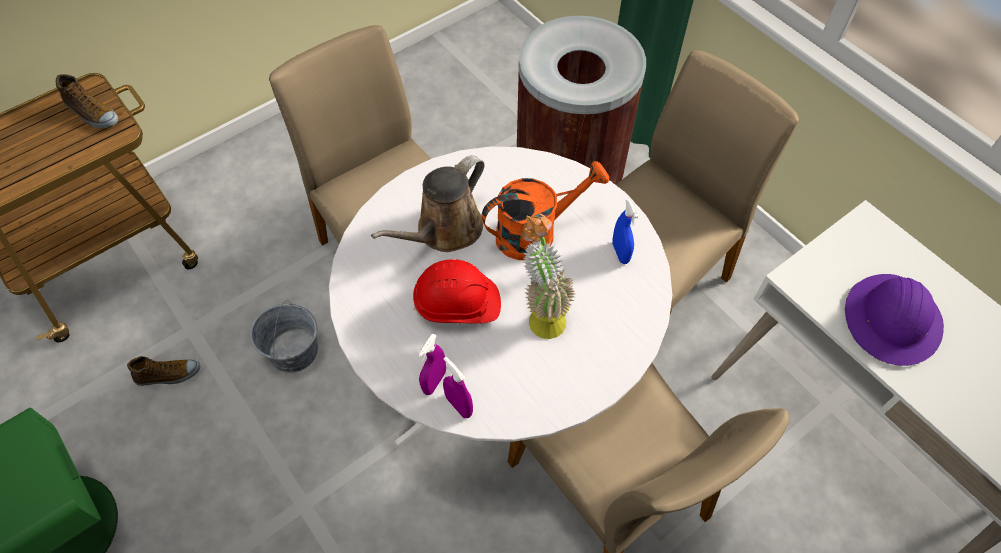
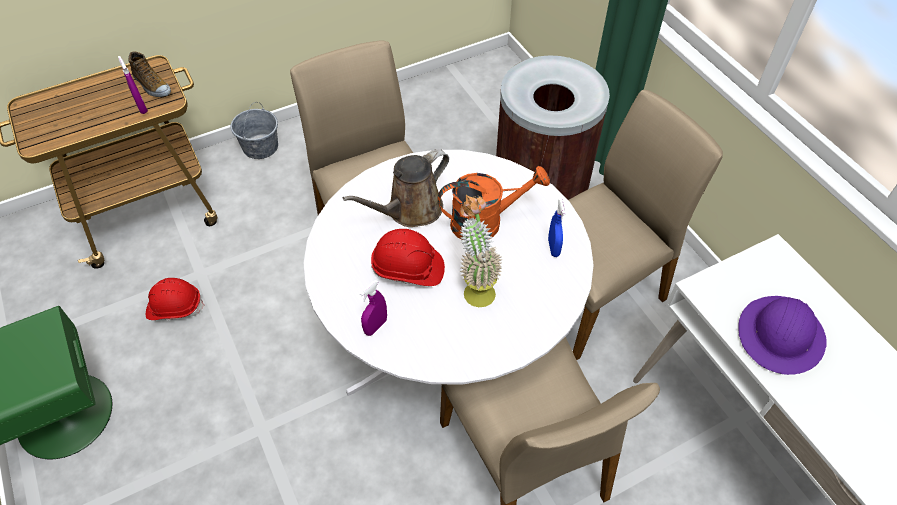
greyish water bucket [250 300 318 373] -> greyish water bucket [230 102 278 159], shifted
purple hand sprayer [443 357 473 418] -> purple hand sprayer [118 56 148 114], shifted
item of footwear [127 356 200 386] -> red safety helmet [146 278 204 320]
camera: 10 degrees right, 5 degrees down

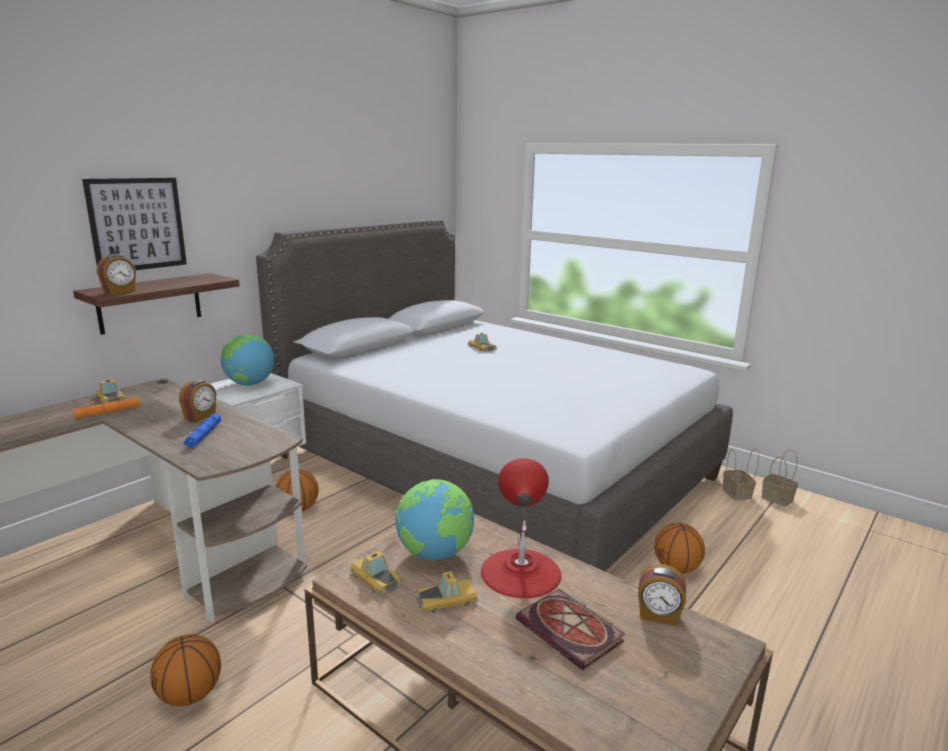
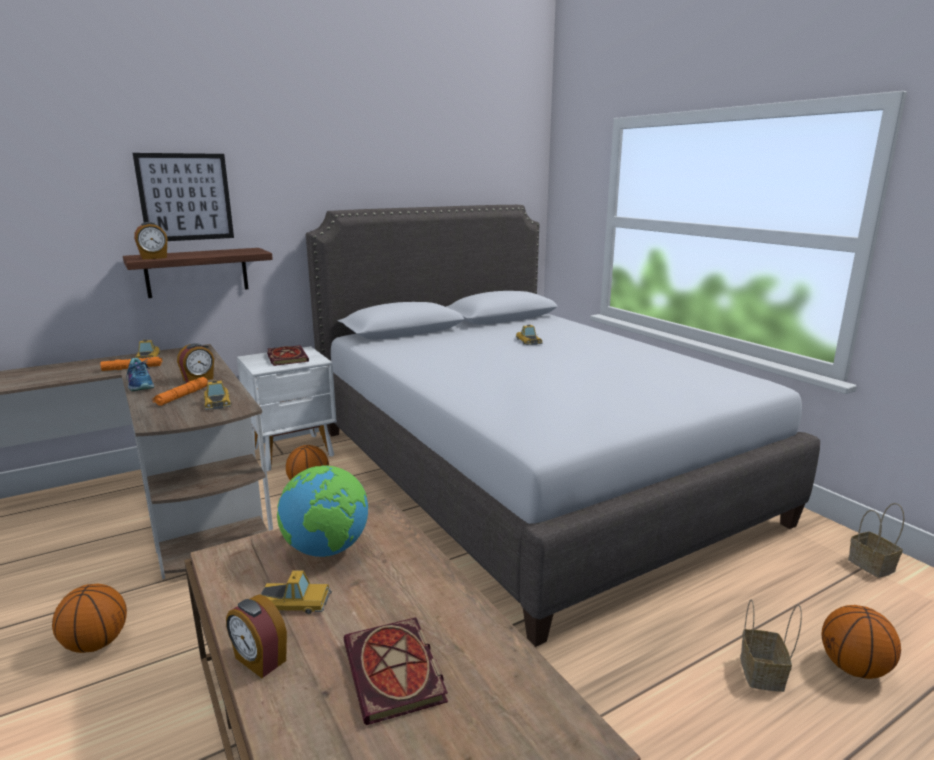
red lamp for a table [481 458 561 598] -> none
none -> item of footwear [126 358 154 391]
miniature car [349 551 404 596] -> miniature car [204 380 232 410], shifted
table clock [638 564 686 626] -> table clock [226 594 287 678], shifted
basketball ball [654 523 705 573] -> basketball ball [822 605 901 679], shifted
household basket [722 448 759 500] -> household basket [740 599 802 692], shifted
world globe [221 334 274 386] -> volume [267 345 309 366]
bluish torch [184 413 221 448] -> orange torch [153 377 208 406]
camera: 20 degrees right, 0 degrees up

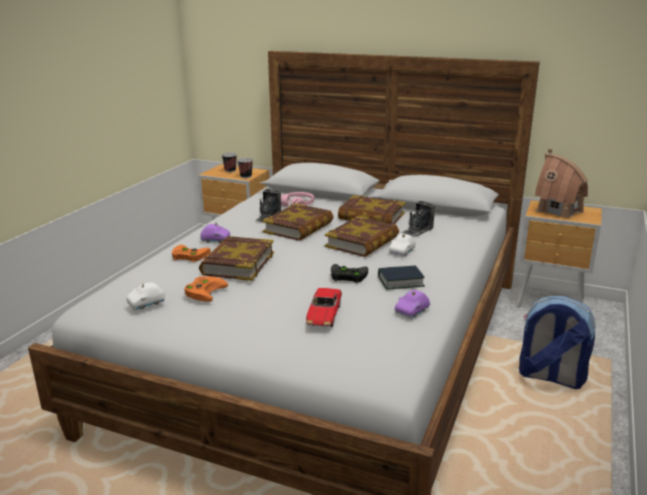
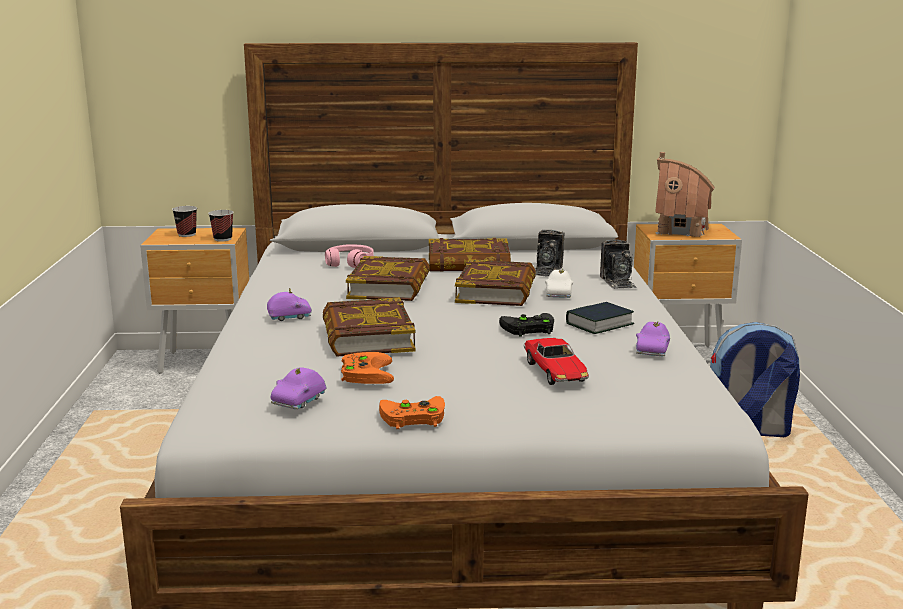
orange gamepad [172 245 211 263] -> orange gamepad [379 396 445 429], shifted
photo camera [256 189 281 222] -> photo camera [600 240 637 289], shifted
whitish miniature car [126 282 165 310] -> purple miniature car [271 367 327 409]
camera: 25 degrees left, 5 degrees down

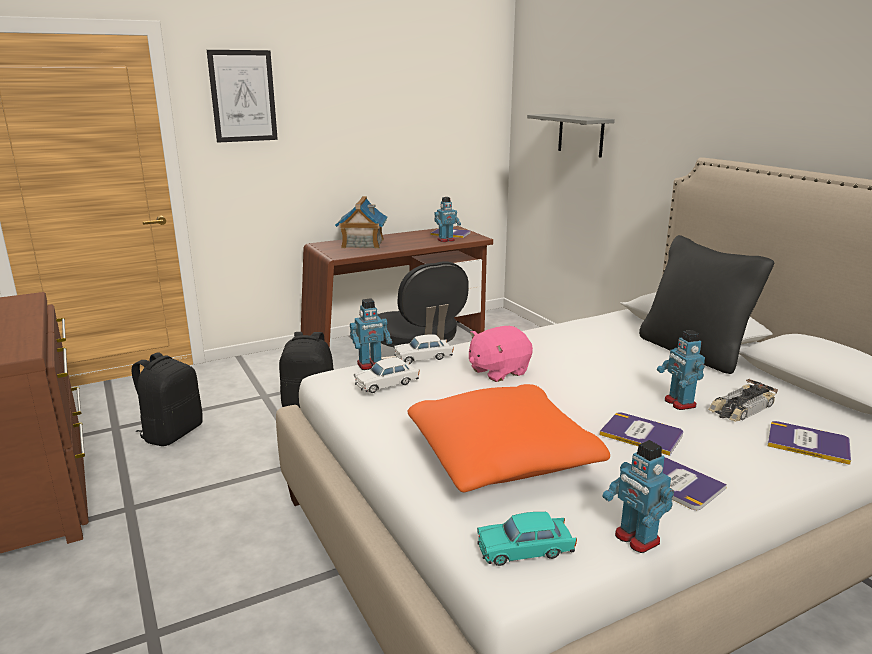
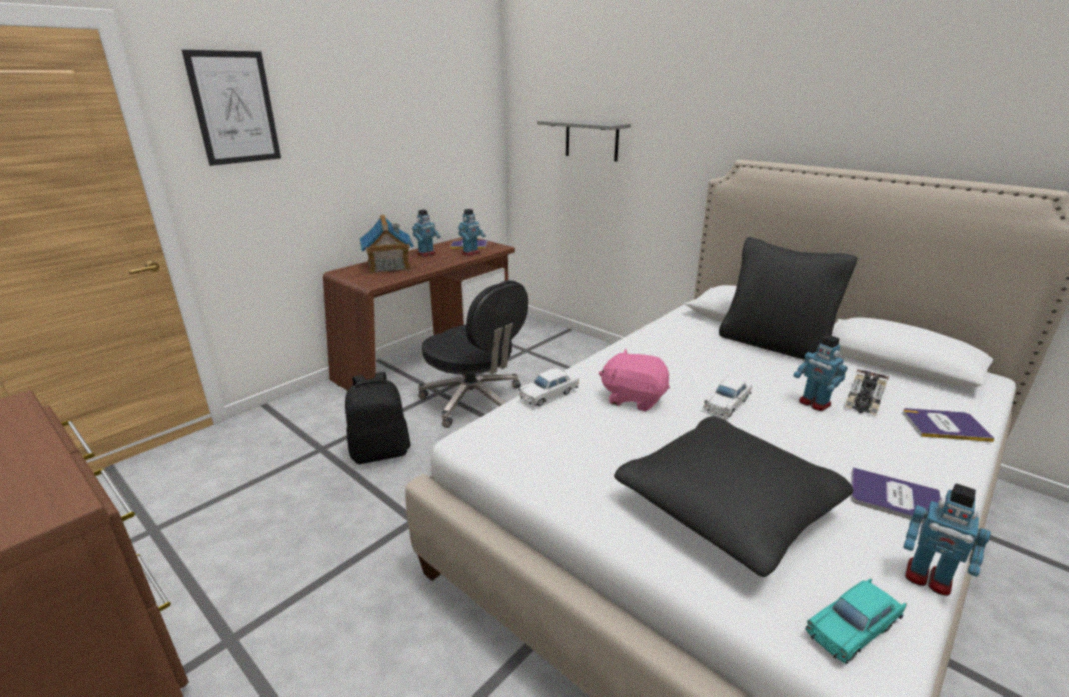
black-coloured rucksack [132 352 203 446] -> none
volume [599 412 683 456] -> none
model robot [350 298 392 370] -> model robot [412 210 441 257], shifted
whitish miniature car [354 358 419 393] -> whitish miniature car [703 376 752 417], shifted
orange pillow [407 384 610 492] -> black-coloured pillow [614 416 853 577]
pinkish soft toy [469 326 533 382] -> pinkish soft toy [599 349 670 411], 75 degrees clockwise
camera: 20 degrees left, 5 degrees up

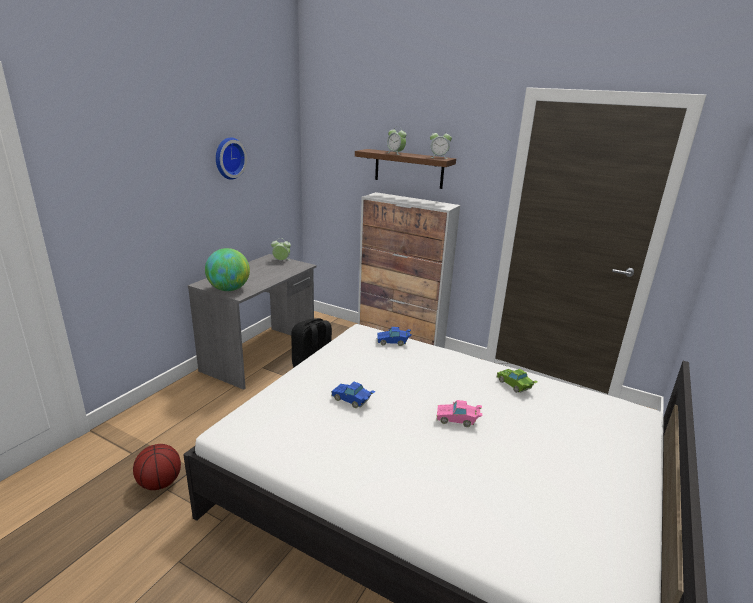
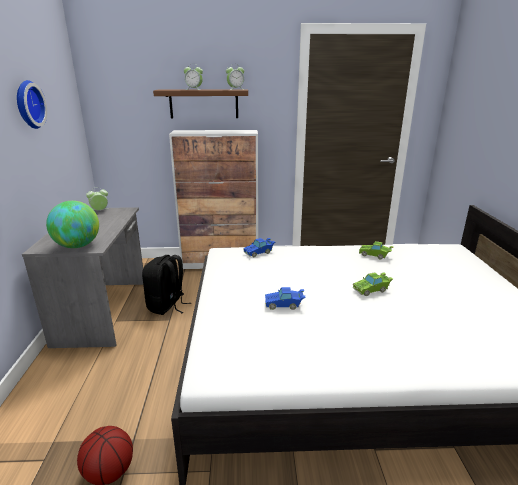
pinkish miniature car [437 400 482 427] -> green-coloured miniature car [353 272 393 296]
camera: 30 degrees left, 0 degrees up

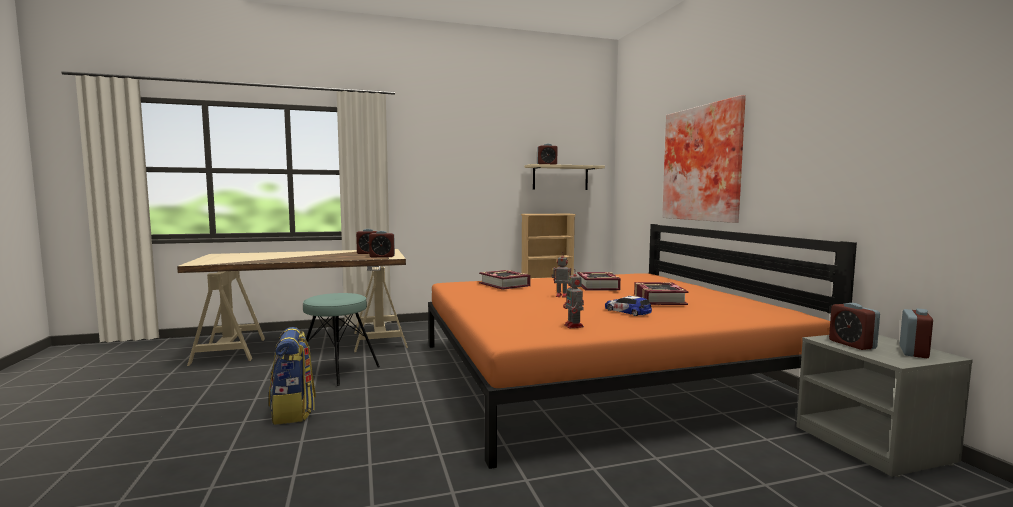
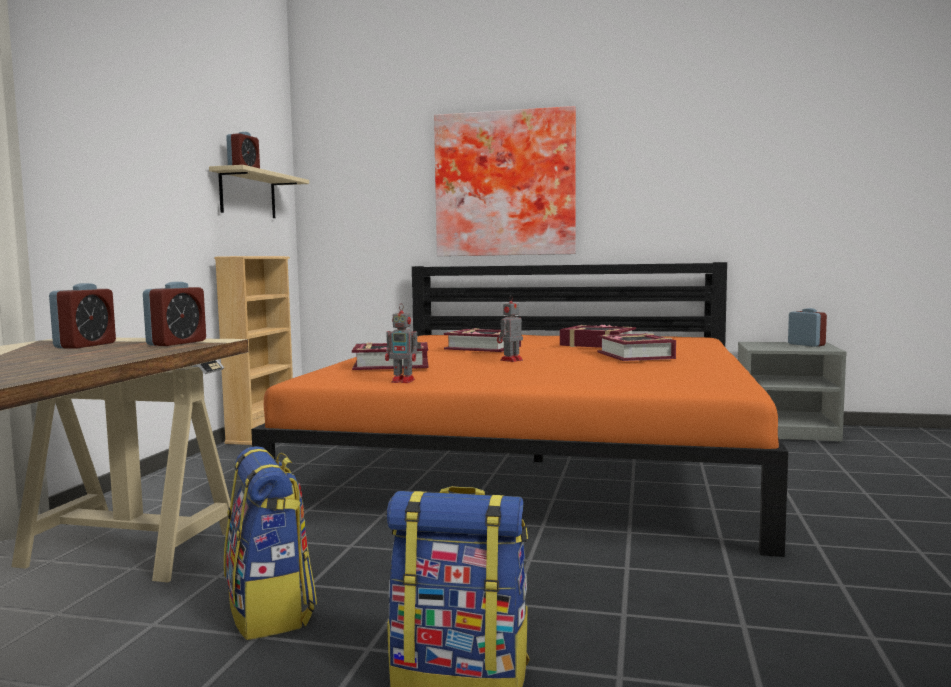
table clock [829 303 880 350] -> none
model robot [563 270 584 328] -> model robot [385 304 421 383], shifted
blue-green stool seat [303 293 380 386] -> rucksack [224 446 317 640]
miniature car [605 296 652 316] -> volume [597 333 676 361]
camera: 60 degrees left, 0 degrees up

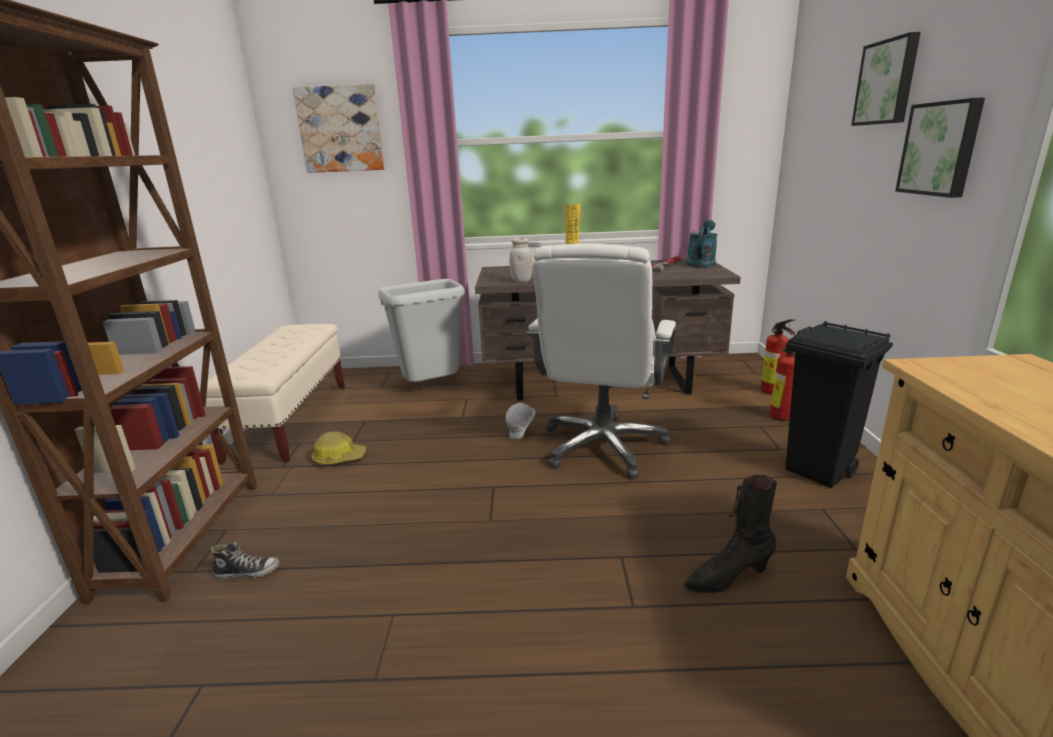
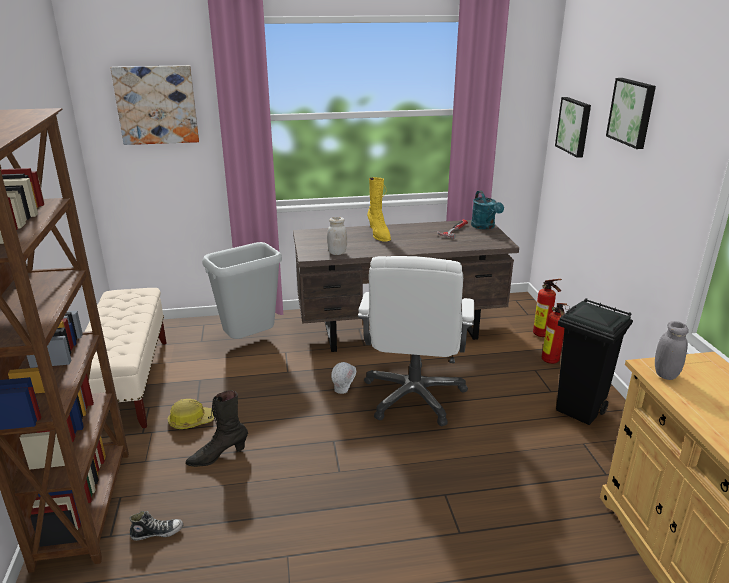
none -> greyish preserve jar [655 321 689 380]
black-coloured boot [683 475 777 593] -> black-coloured boot [186 390 248 467], shifted
picture [895 97 985 198] -> picture [555 97 591 158], shifted
blue-green watering can [687 220 718 267] -> blue-green watering can [471 191 504 230], 150 degrees clockwise
camera: 10 degrees left, 5 degrees up

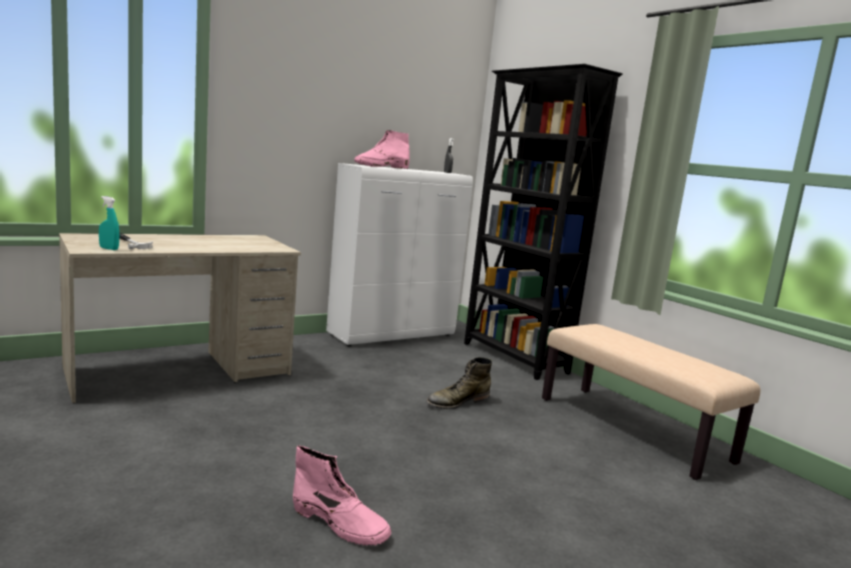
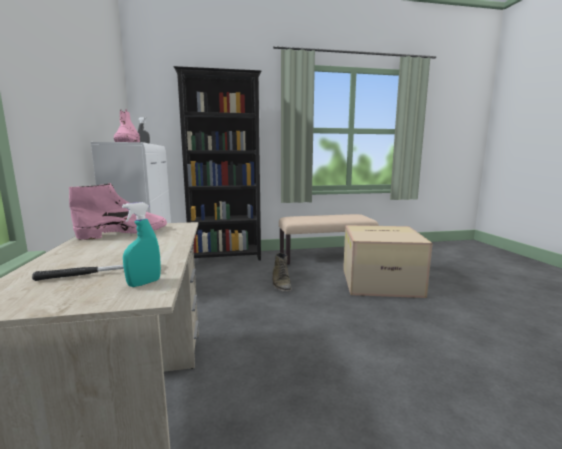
none -> packing box [343 225 433 298]
pinkish boot [293 446 391 546] -> pinkish boot [69 183 167 240], shifted
camera: 65 degrees left, 0 degrees up

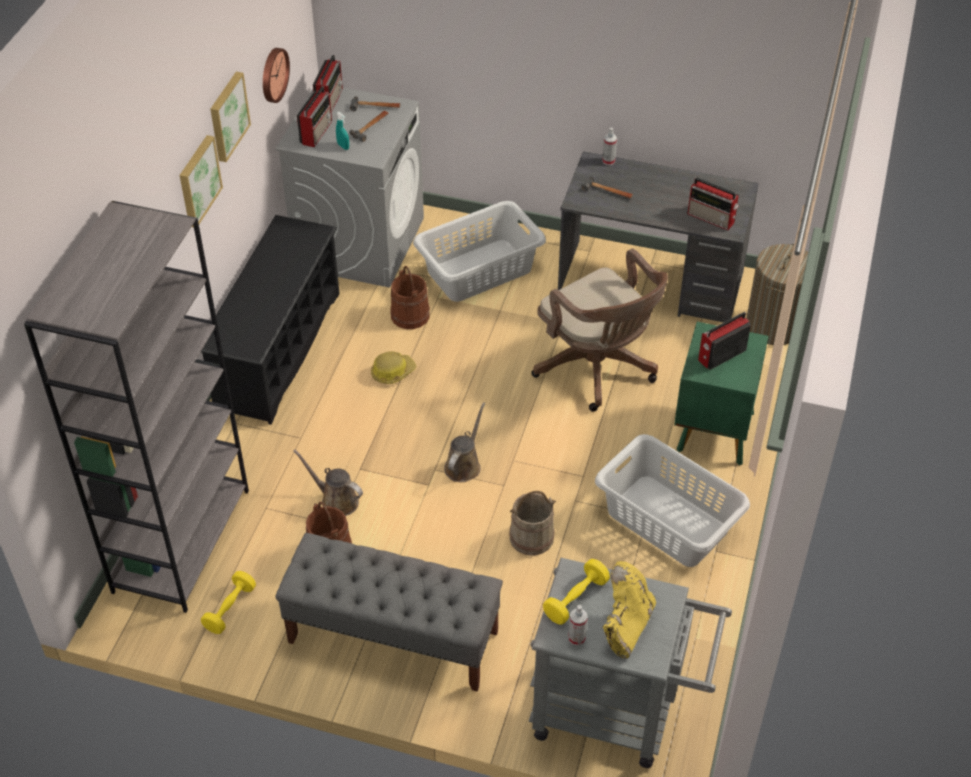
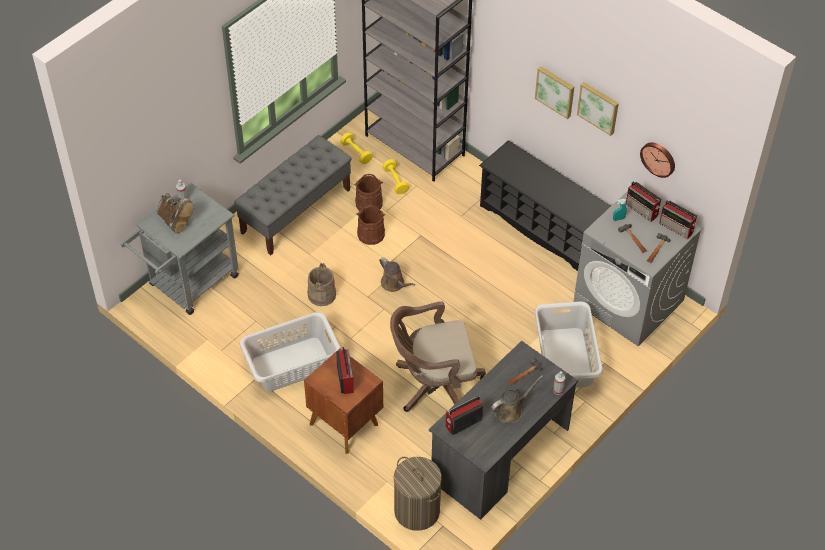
safety helmet [371 351 417 384] -> none
brownish watering can [293 450 363 516] -> brownish watering can [491 375 543 423], shifted
brownish water bucket [390 266 430 329] -> brownish water bucket [356 205 385 245], shifted
yellow free weight [543 559 610 625] -> yellow free weight [383 159 409 194], shifted
yellow boot [603 561 656 658] -> brownish boot [157 193 193 233]
green-coloured bedside table [674 322 769 465] -> brownish bedside table [304 349 383 454]
camera: 115 degrees right, 5 degrees up

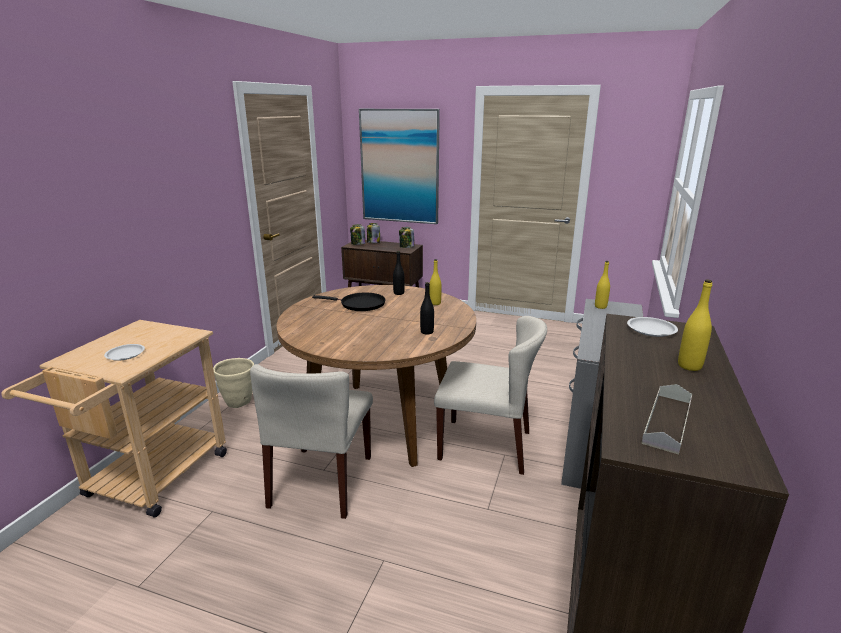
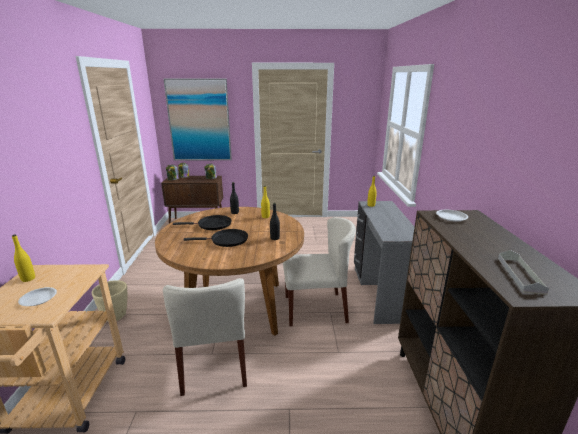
none -> black-coloured pan [184 229 248 247]
yellow bottle [678 279 712 371] -> yellow bottle [12 234 35 282], shifted
camera: 20 degrees left, 0 degrees up

